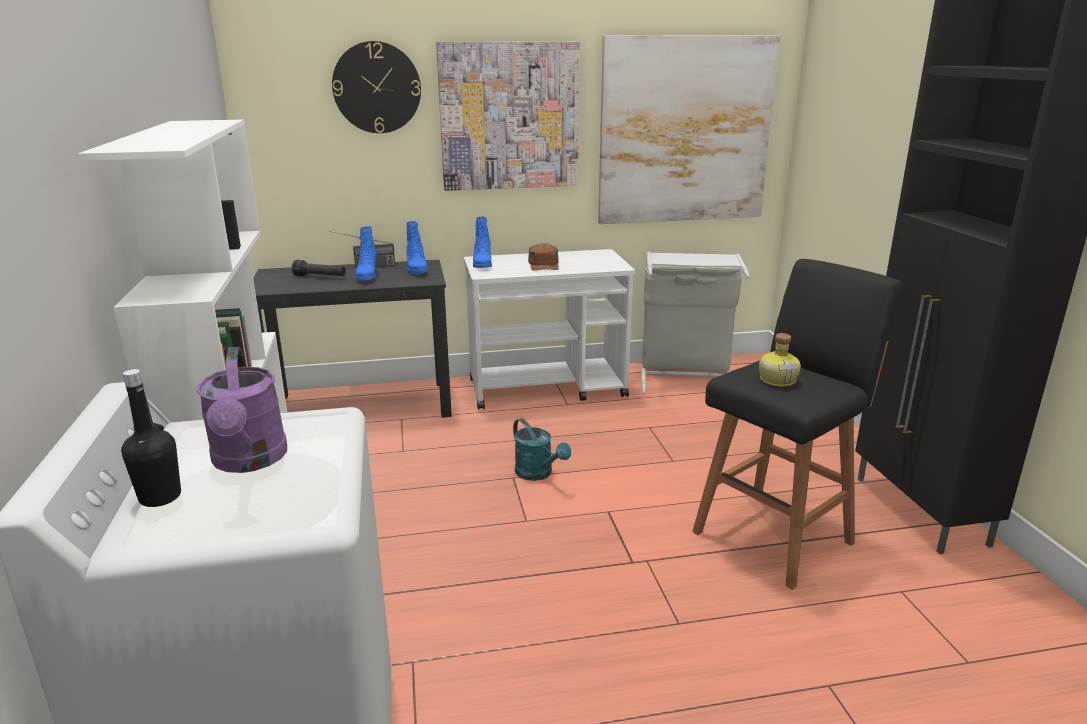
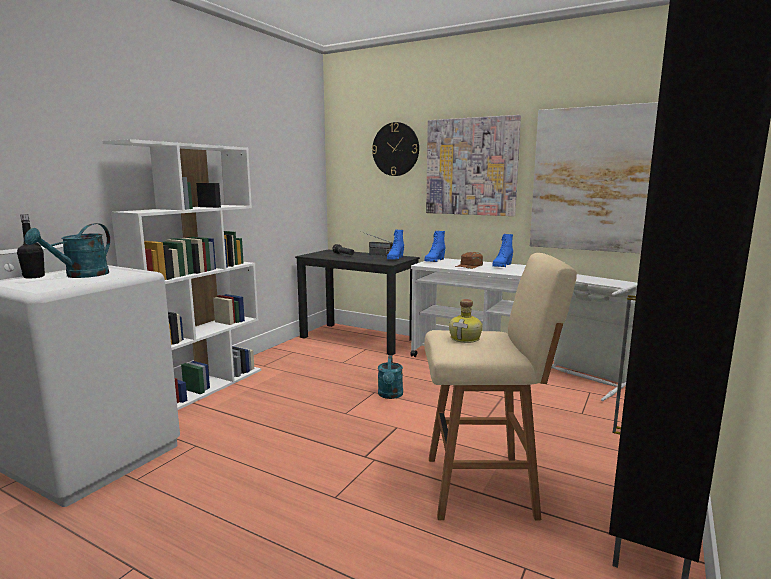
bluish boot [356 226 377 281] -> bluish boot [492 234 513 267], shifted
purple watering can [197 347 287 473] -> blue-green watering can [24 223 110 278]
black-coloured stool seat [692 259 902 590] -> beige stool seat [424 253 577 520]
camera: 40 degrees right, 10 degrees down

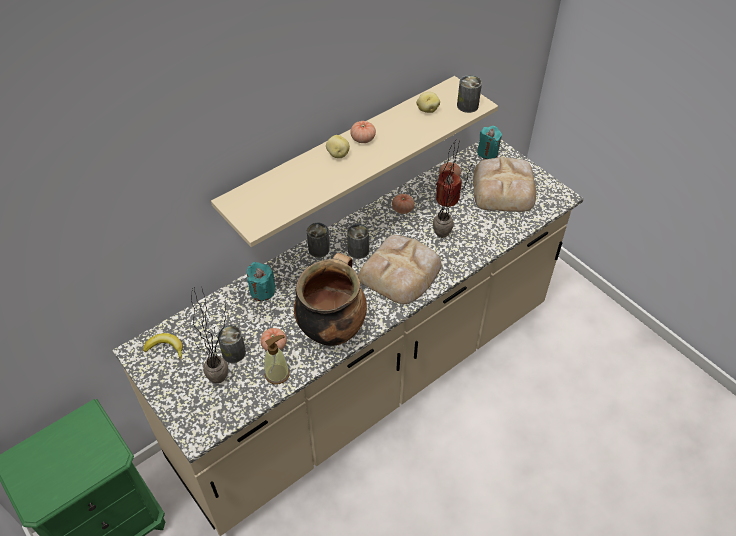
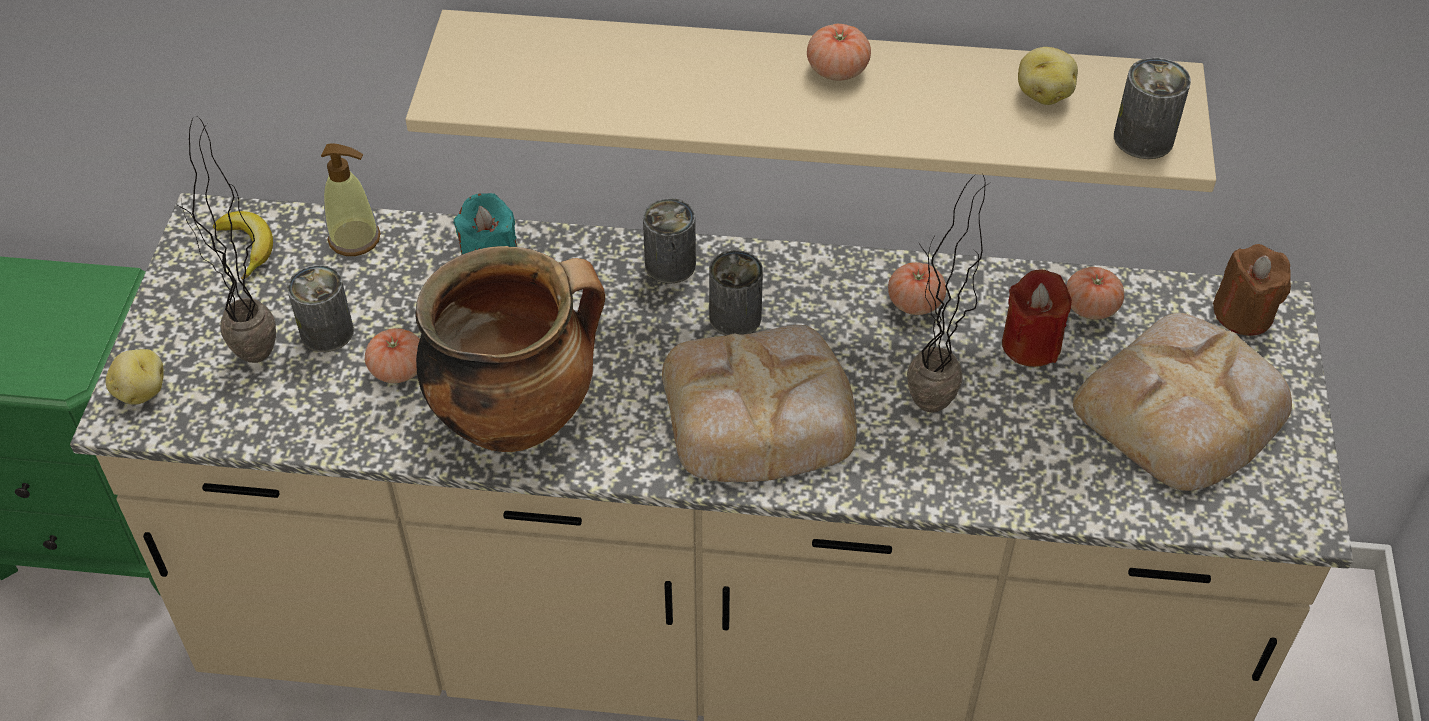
soap dispenser [264 335 290 384] -> soap dispenser [321 143 381 256], shifted
spud [326 135 350 158] -> spud [106 349 164 405], shifted
blue-green candle [477 126 502 159] -> brownish candle [1213 244 1291 336]
camera: 45 degrees right, 0 degrees up

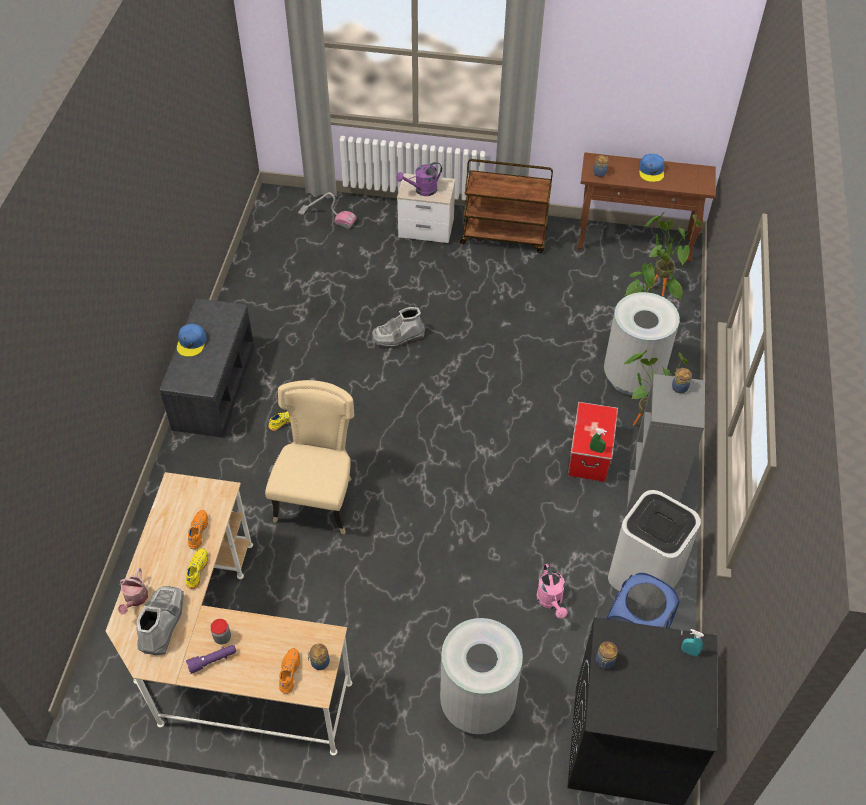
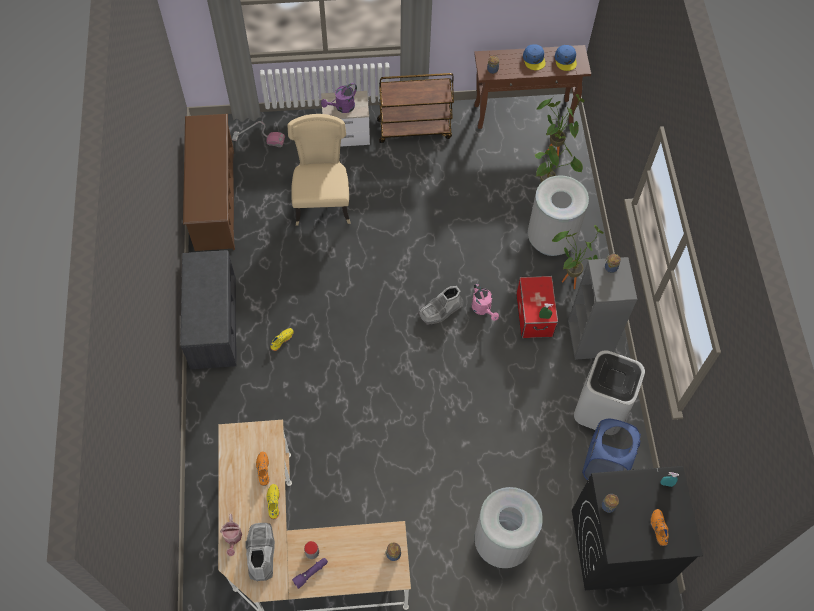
none -> brownish shoe shelf [183 114 235 251]
bluish cap [177 324 207 357] -> bluish cap [555 45 577 71], shifted
beige plain chair [265 380 354 534] -> beige plain chair [288 114 350 226], shifted
orange item of footwear [279 648 300 694] -> orange item of footwear [651 509 669 546], shifted
greyish boot [372 307 425 347] -> greyish boot [418 286 463 325], shifted
pinkish watering can [536 564 567 619] -> pinkish watering can [472 283 499 321], shifted
camera: 15 degrees left, 10 degrees up

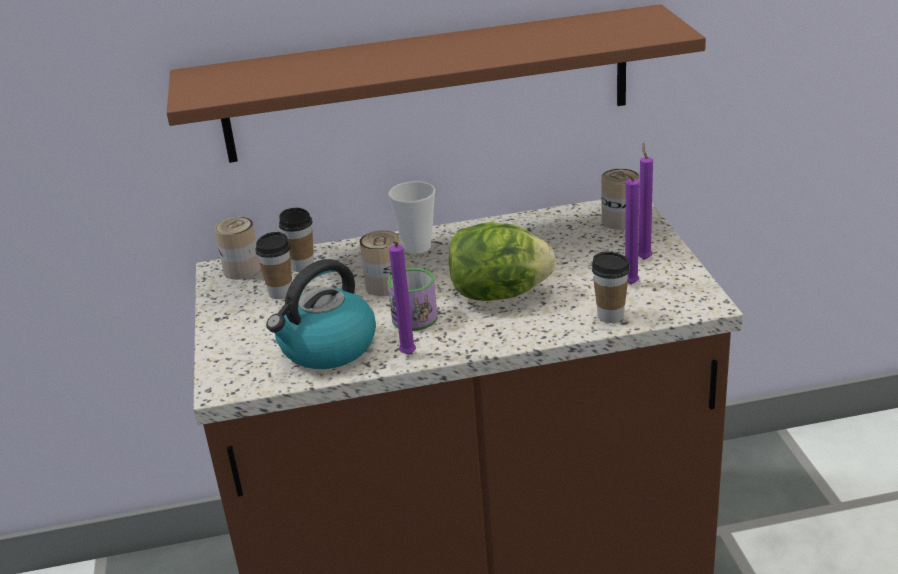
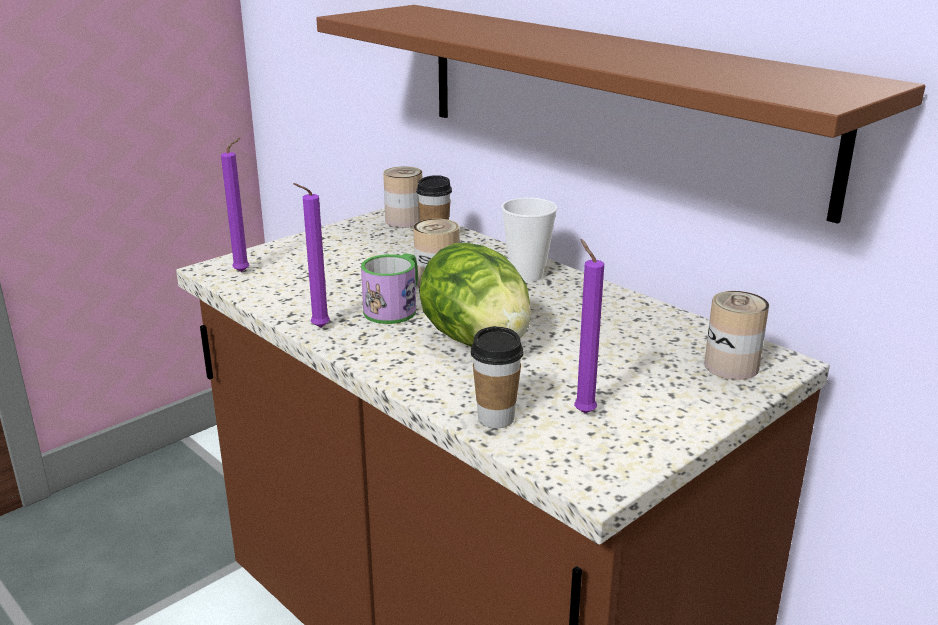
drinking cup [256 232 292 299] -> none
kettle [266 259 376 369] -> none
purple candle [638 143 653 260] -> purple candle [221 137 249 272], shifted
camera: 55 degrees right, 5 degrees down

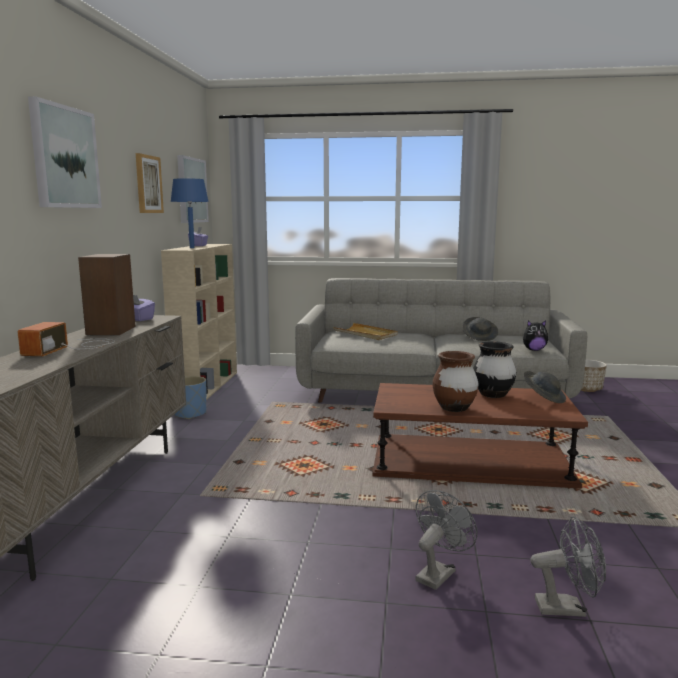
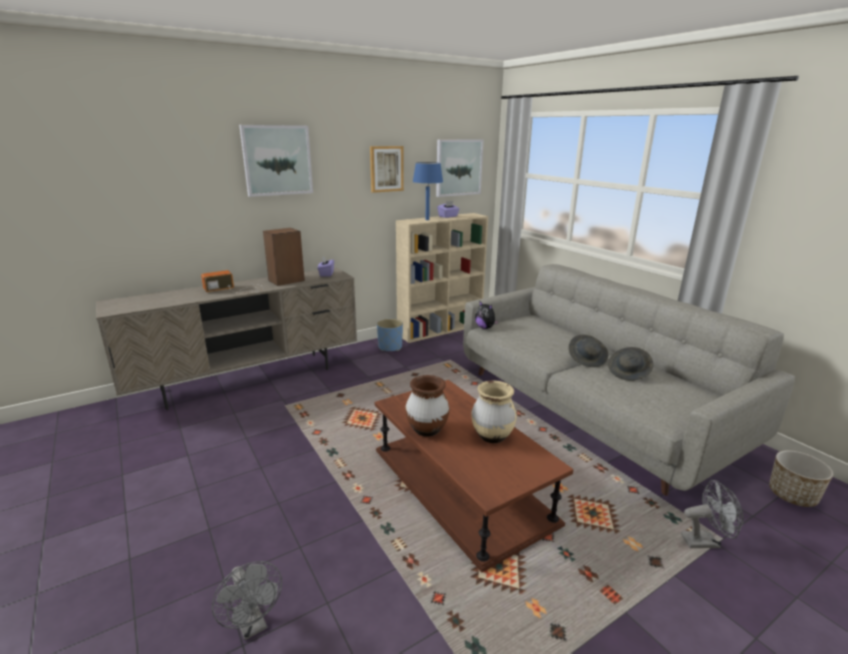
beige carrying tray [333 323 397 340] -> none
greyish electric fan [415 490 478 590] -> greyish electric fan [681 480 743 548], shifted
soft toy [523 321 548 351] -> soft toy [475 302 499 329], shifted
greyish wearable hat [523 371 566 403] -> greyish wearable hat [569 335 608 367], shifted
black-coloured vase [473 341 516 398] -> beige vase [471 381 517 443]
camera: 50 degrees right, 10 degrees up

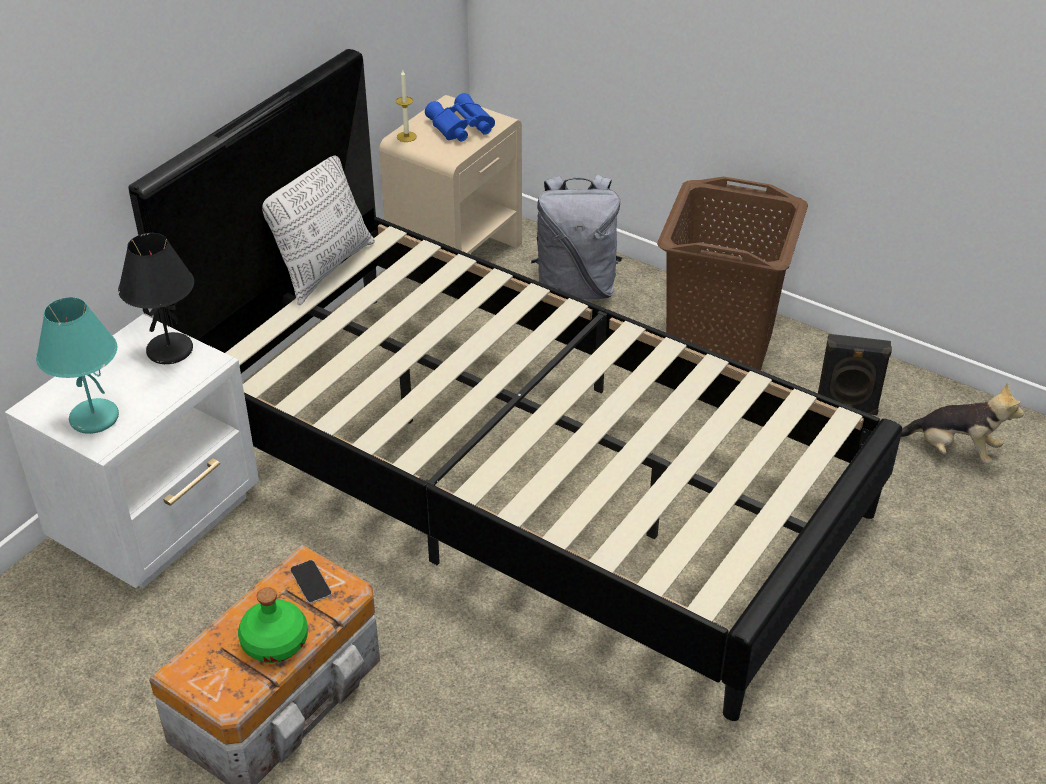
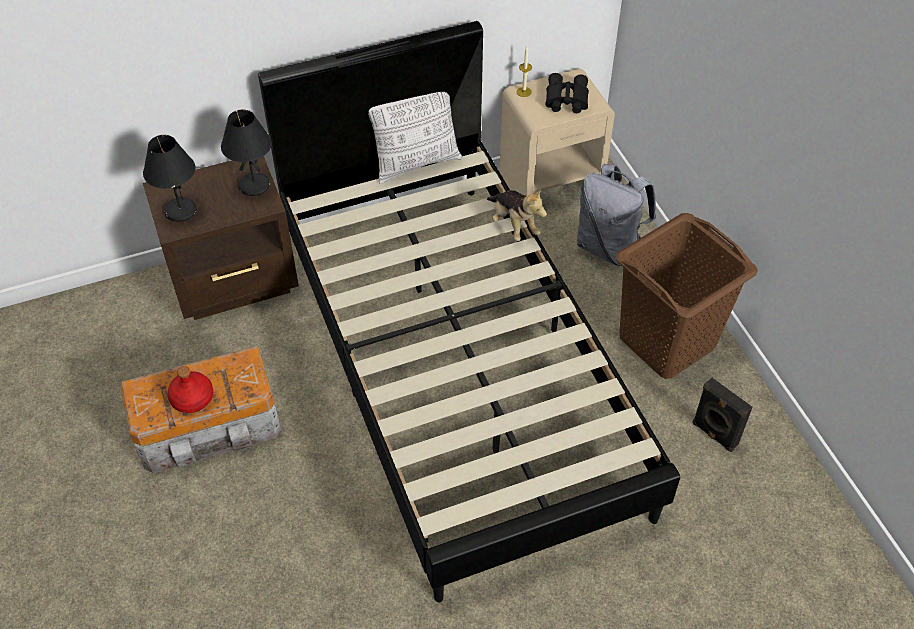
handset [290 560 332 604] -> none
soft toy [901 383 1024 464] -> soft toy [487 189 547 241], shifted
whitish bedside table [5 314 259 588] -> brownish bedside table [143 156 299 320]
blue-green lamp for a table [36 297 119 434] -> black-coloured lamp for a table [143 135 196 222]
green-coloured bottle [238 587 308 663] -> red bottle [167 366 213 413]
bluish binoculars [425 93 495 141] -> black-coloured binoculars [545 73 589 113]
camera: 35 degrees right, 10 degrees up

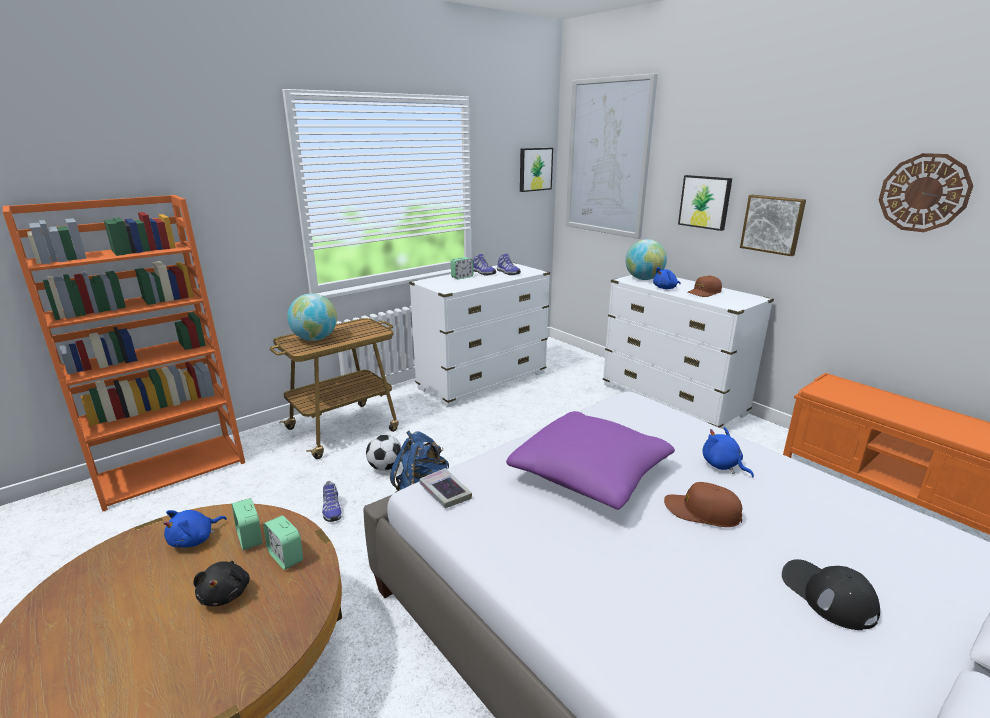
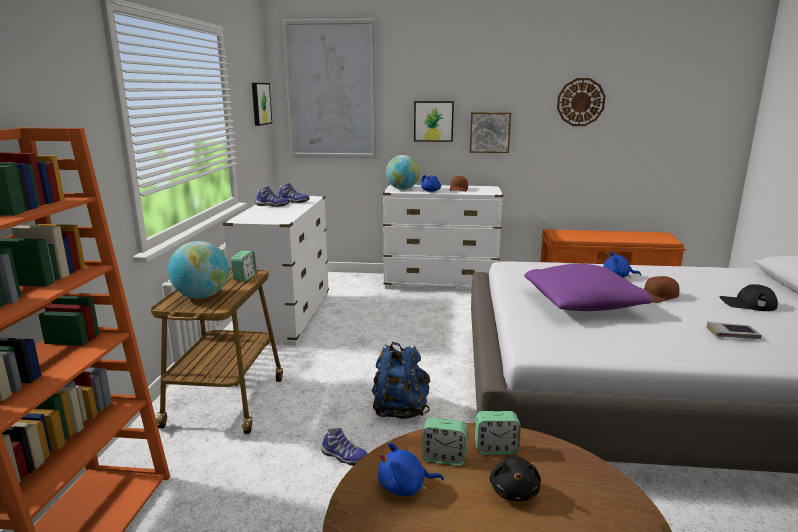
football ball [366 435 402 471] -> none
volume [419 468 472 508] -> volume [707 321 762 339], shifted
table clock [450 257 474 279] -> table clock [231 251 257 281], shifted
bluish soft toy [163 510 227 548] -> bluish soft toy [378 442 444 496], 90 degrees clockwise
black-coloured soft toy [193 561 250 606] -> black-coloured soft toy [489 456 541 501], 60 degrees clockwise
camera: 45 degrees left, 5 degrees down

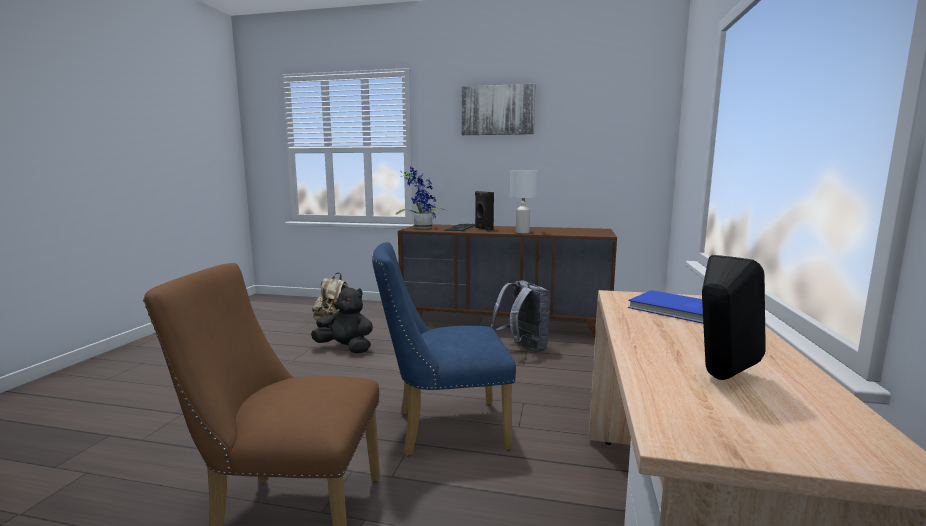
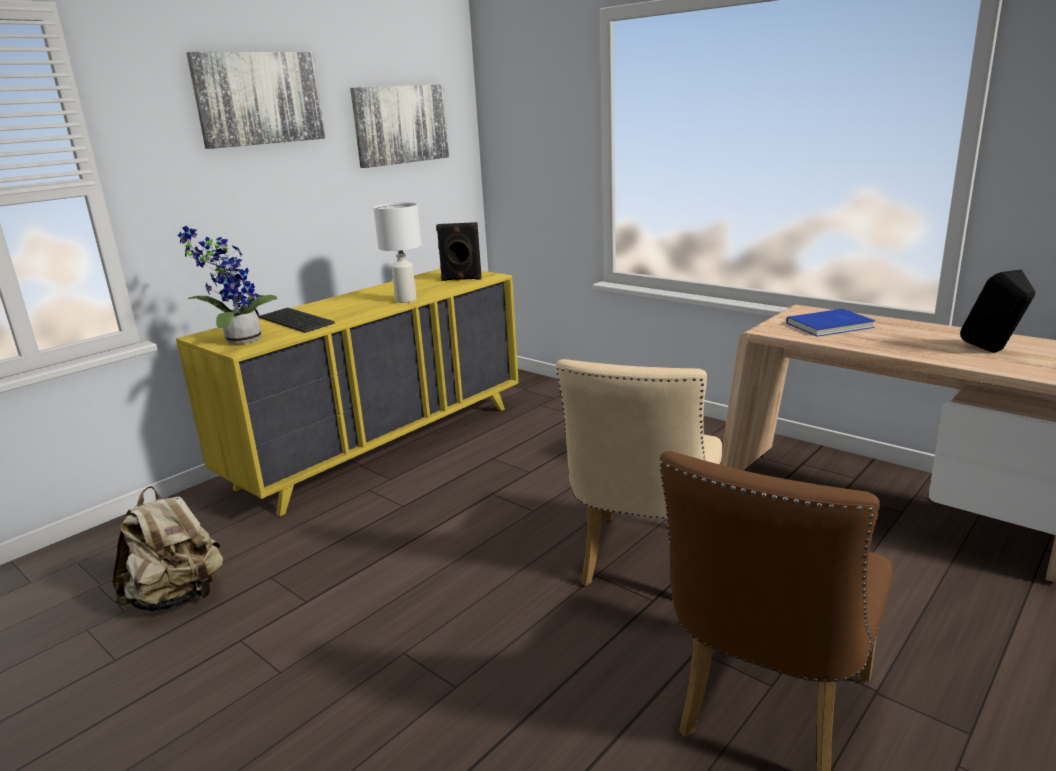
black-coloured soft toy [311 285 373 353] -> none
greyish rucksack [491 280 551 353] -> none
none -> picture [350 84 449 168]
black-coloured speaker [475 191 494 231] -> black-coloured speaker [436 222 481 281], shifted
bluish plain chair [372 242 516 456] -> beige plain chair [556 359 723 586]
brownish drawer chest [398 224 617 338] -> yellow drawer chest [176 269 519 516]
camera: 60 degrees left, 10 degrees up

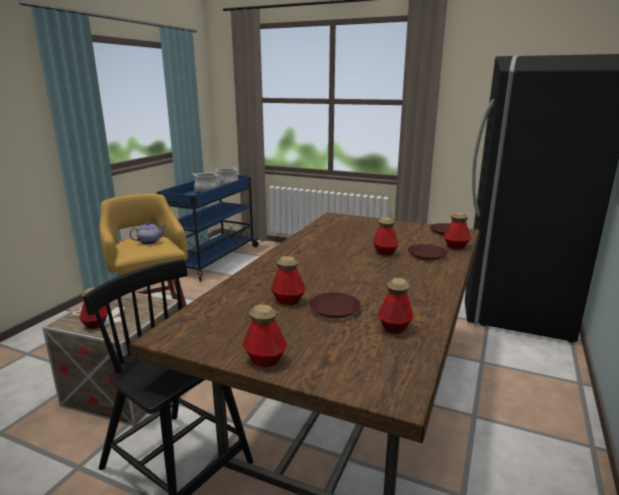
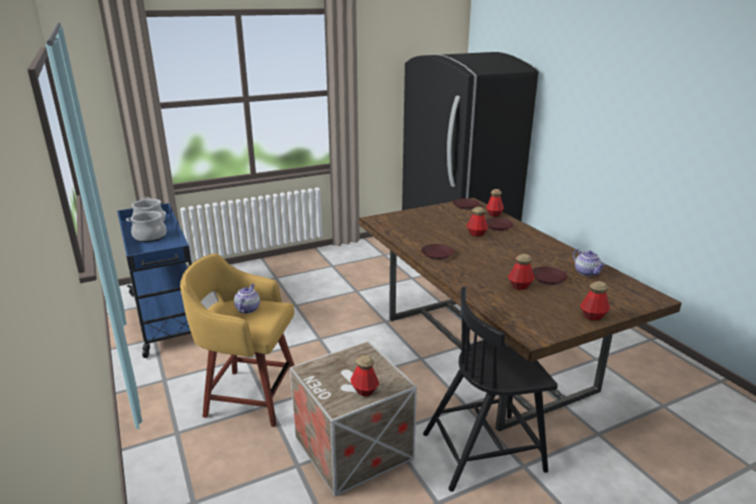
none -> brownish flat dish [421 244 454 260]
bottle [378 278 413 334] -> tea pot [573 249 606 276]
camera: 50 degrees left, 5 degrees up

